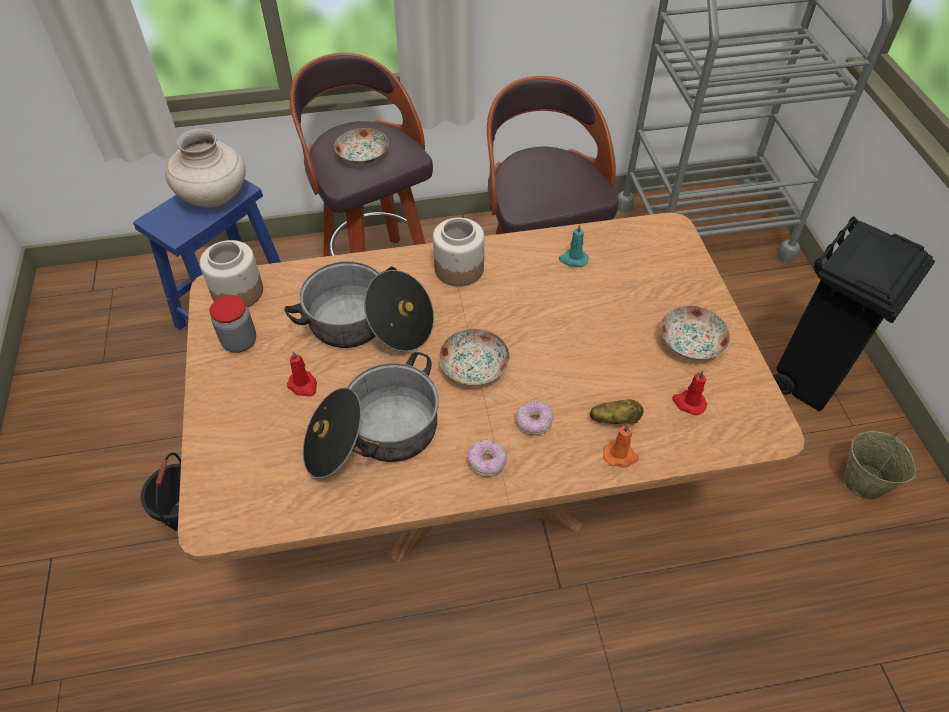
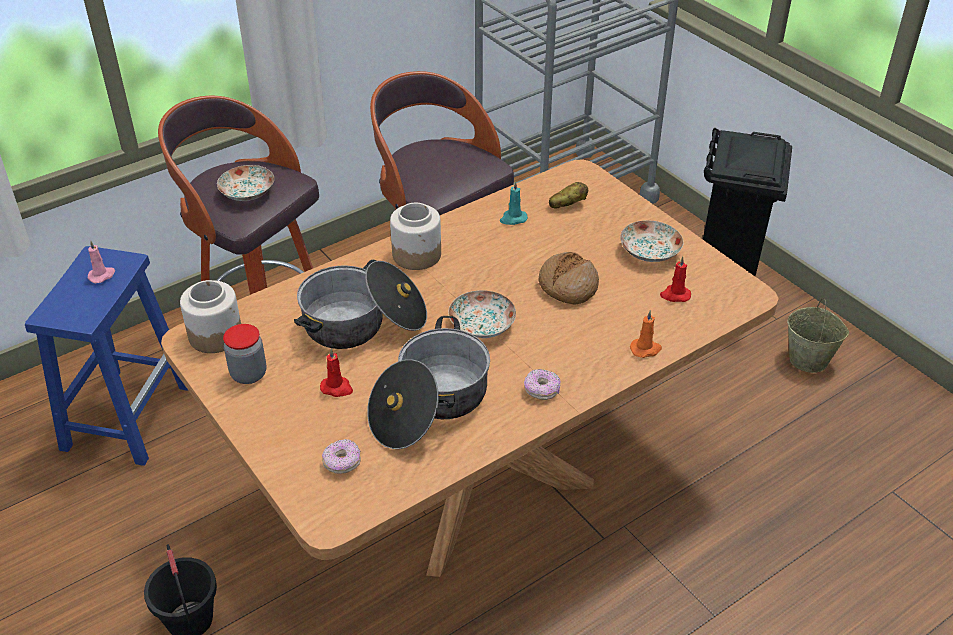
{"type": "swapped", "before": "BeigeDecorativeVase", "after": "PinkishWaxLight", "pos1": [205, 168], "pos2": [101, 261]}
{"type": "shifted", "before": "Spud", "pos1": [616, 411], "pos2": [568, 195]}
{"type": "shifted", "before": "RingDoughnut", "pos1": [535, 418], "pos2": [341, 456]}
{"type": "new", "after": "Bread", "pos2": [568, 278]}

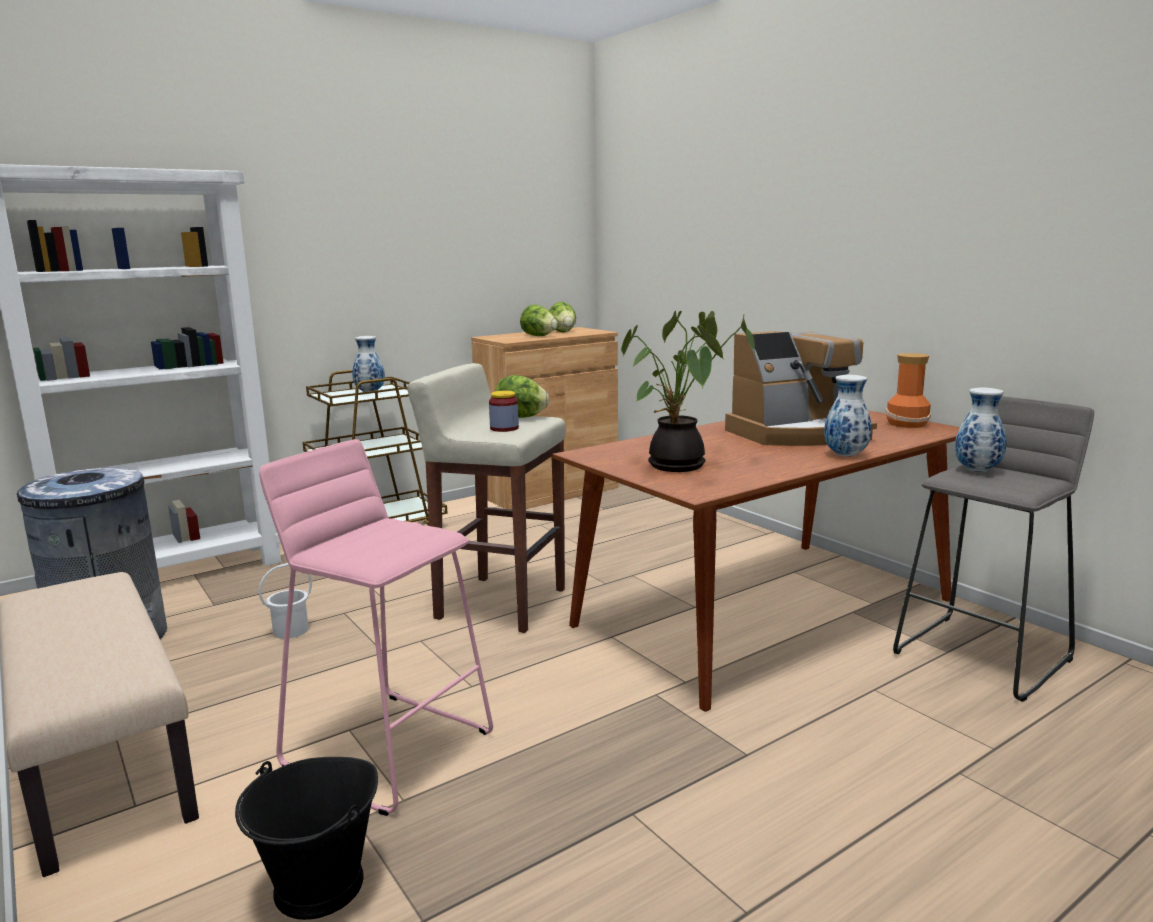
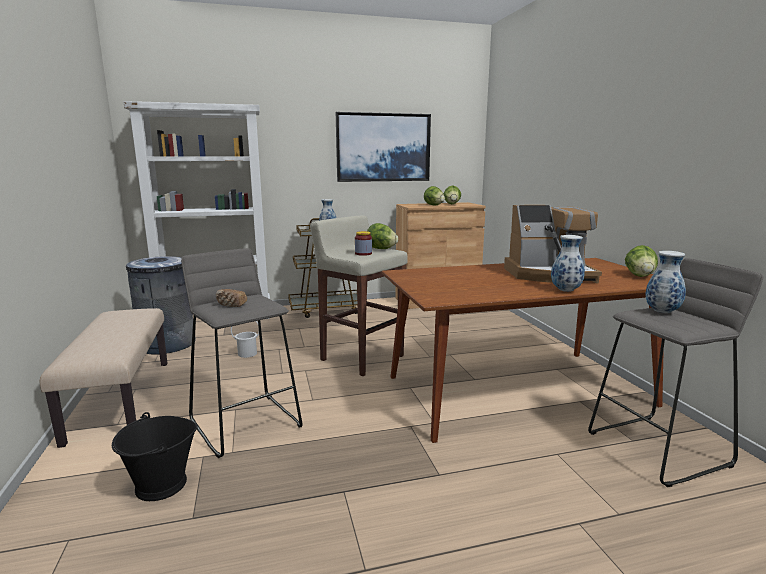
{"type": "gone", "before": "PlantInAPot", "pos1": [688, 391]}
{"type": "swapped", "before": "DecorativeVase", "after": "HeadOfLettuce", "pos1": [908, 390], "pos2": [641, 261]}
{"type": "repainted", "before": "PinkishSittingStool", "after": "GraySittingStool", "pos1": [376, 627], "pos2": [241, 353]}
{"type": "new", "after": "WallArt", "pos2": [383, 147]}
{"type": "new", "after": "Bread", "pos2": [231, 298]}

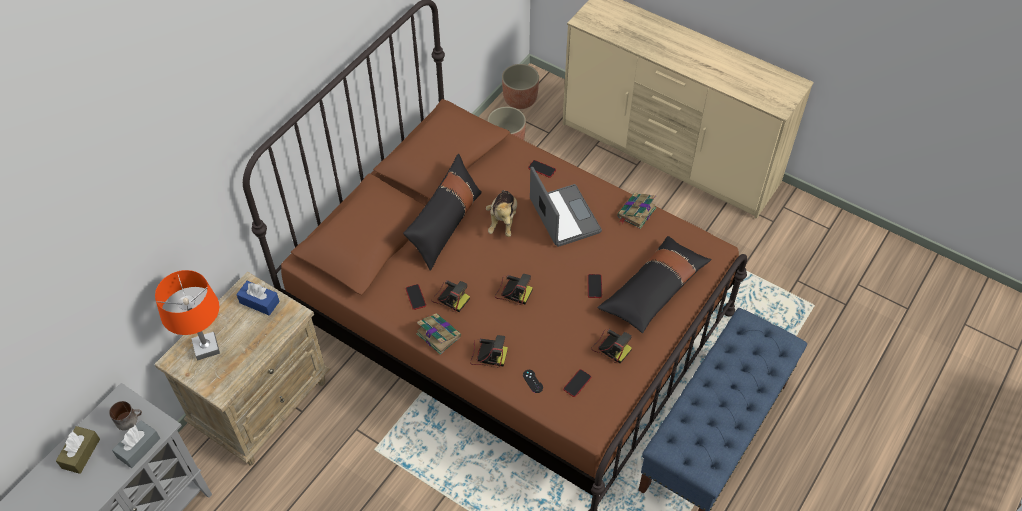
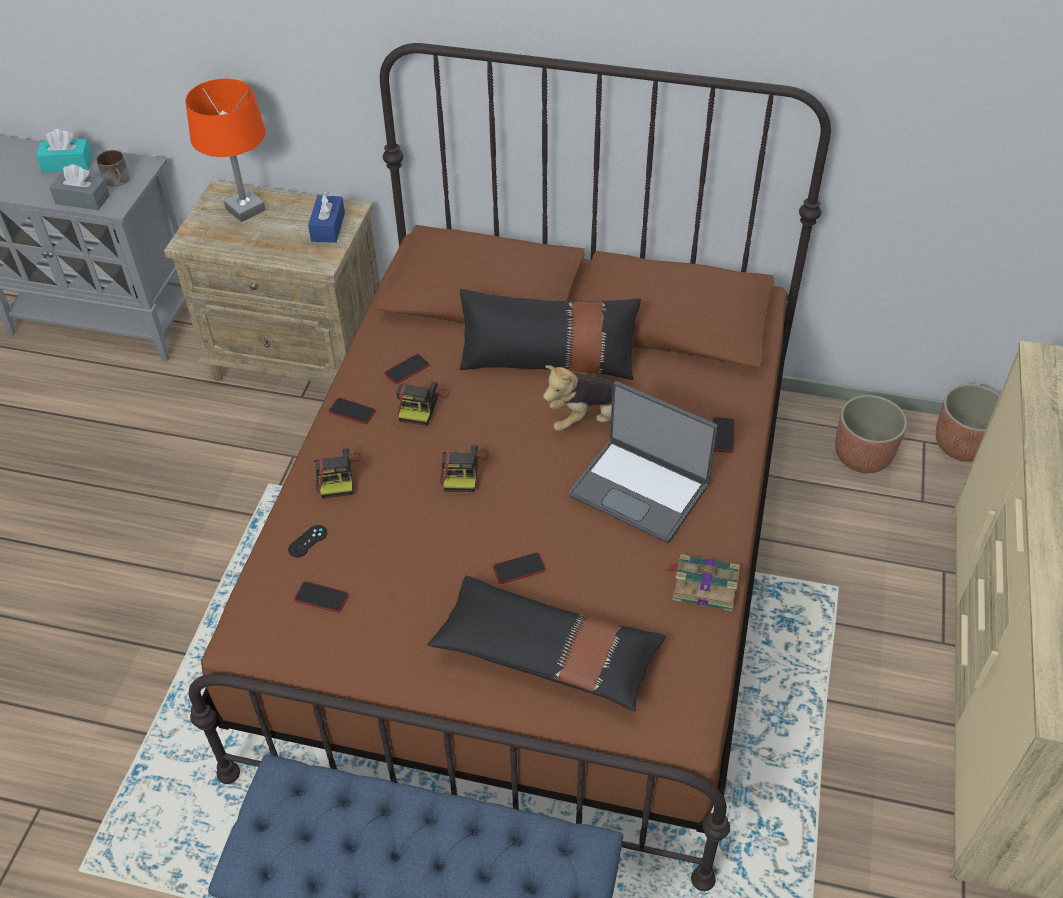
{"type": "rotated", "before": "NotebookComputer", "pos1": [566, 207], "pos2": [643, 462], "turn": 75}
{"type": "swapped", "before": "Book", "after": "Phone", "pos1": [438, 334], "pos2": [352, 411]}
{"type": "gone", "before": "PhotoCamera", "pos1": [611, 346]}
{"type": "repainted", "before": "BrownishTissueHolder", "after": "BlueGreenTissueHolder", "pos1": [78, 450], "pos2": [64, 150]}

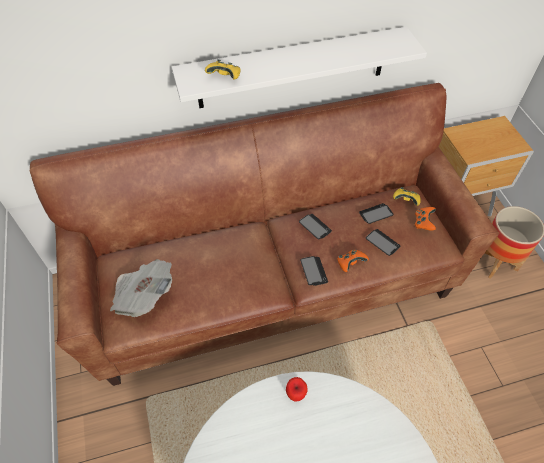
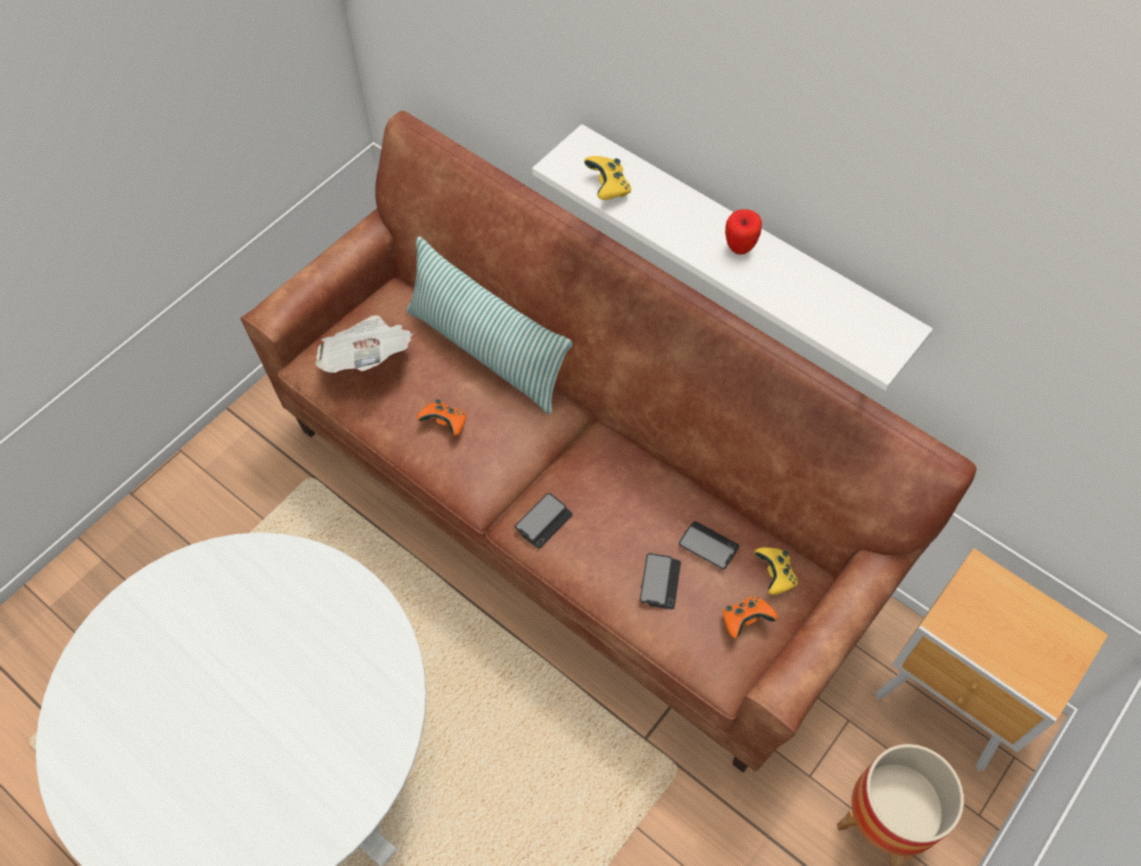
{"type": "gone", "before": "Phone", "pos1": [315, 226]}
{"type": "shifted", "before": "OrangeColouredGameController", "pos1": [353, 261], "pos2": [441, 417]}
{"type": "shifted", "before": "WholeApple", "pos1": [296, 389], "pos2": [743, 232]}
{"type": "new", "after": "Cushion", "pos2": [489, 325]}

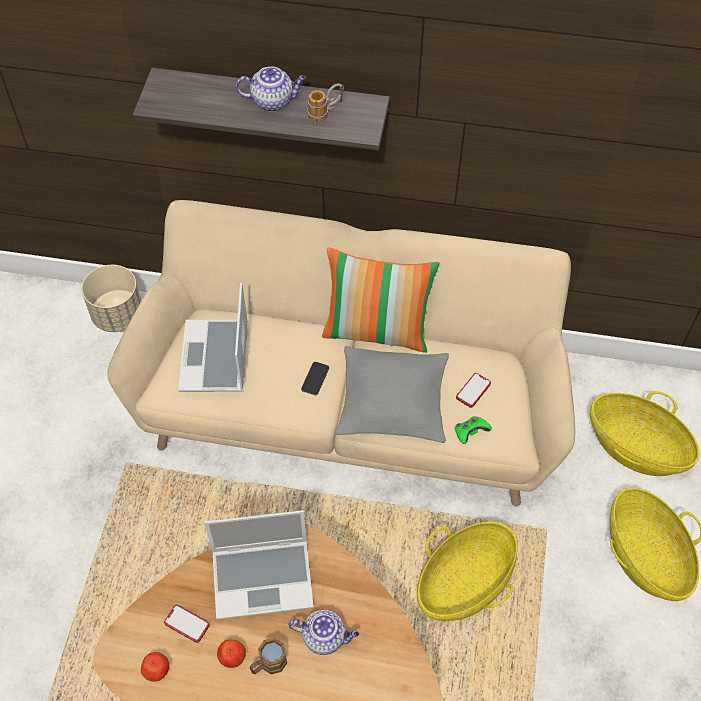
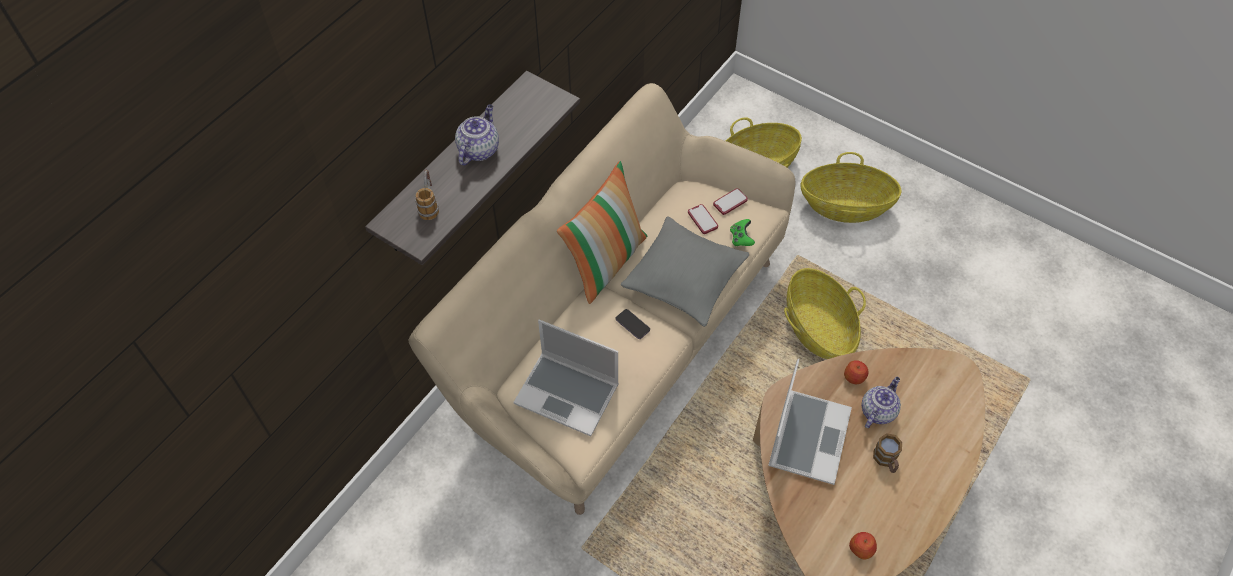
{"type": "shifted", "before": "CoffeeMug", "pos1": [325, 103], "pos2": [427, 194]}
{"type": "gone", "before": "BeigePlantPot", "pos1": [112, 298]}
{"type": "shifted", "before": "Phone", "pos1": [187, 624], "pos2": [730, 201]}
{"type": "shifted", "before": "WholeApple", "pos1": [231, 654], "pos2": [856, 372]}

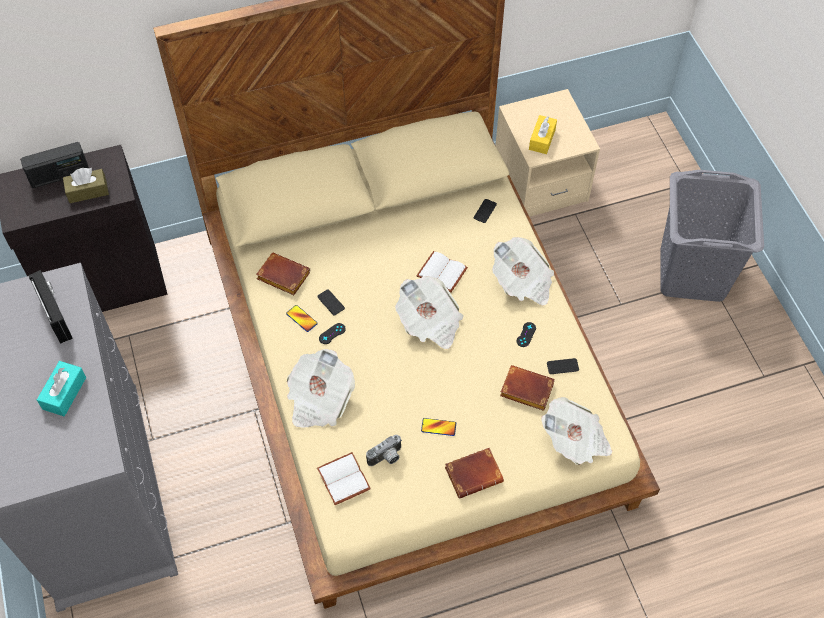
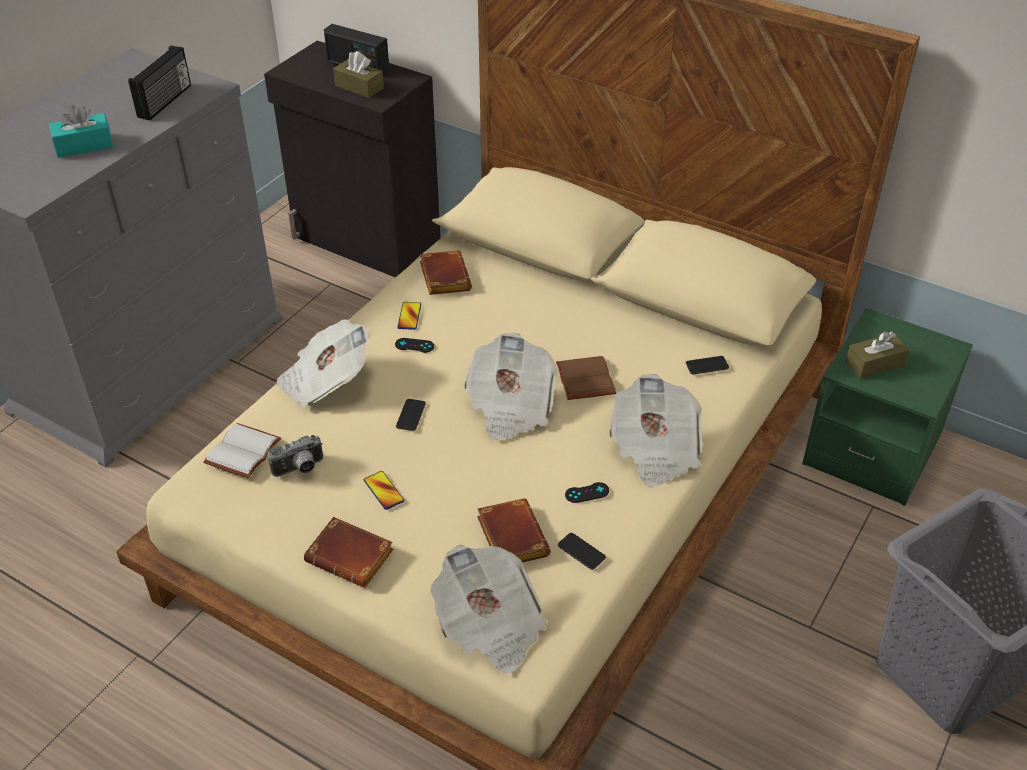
{"type": "repainted", "before": "BeigeNightstand", "after": "GreenishNightstand", "pos1": [547, 153], "pos2": [887, 407]}
{"type": "repainted", "before": "YellowishTissueHolder", "after": "BrownishTissueHolder", "pos1": [543, 134], "pos2": [877, 355]}
{"type": "repainted", "before": "WhiteBook", "after": "BrownishBook", "pos1": [442, 272], "pos2": [586, 378]}
{"type": "shifted", "before": "Phone", "pos1": [331, 302], "pos2": [411, 415]}
{"type": "rotated", "before": "PhotoCamera", "pos1": [384, 450], "pos2": [295, 456], "turn": -45}

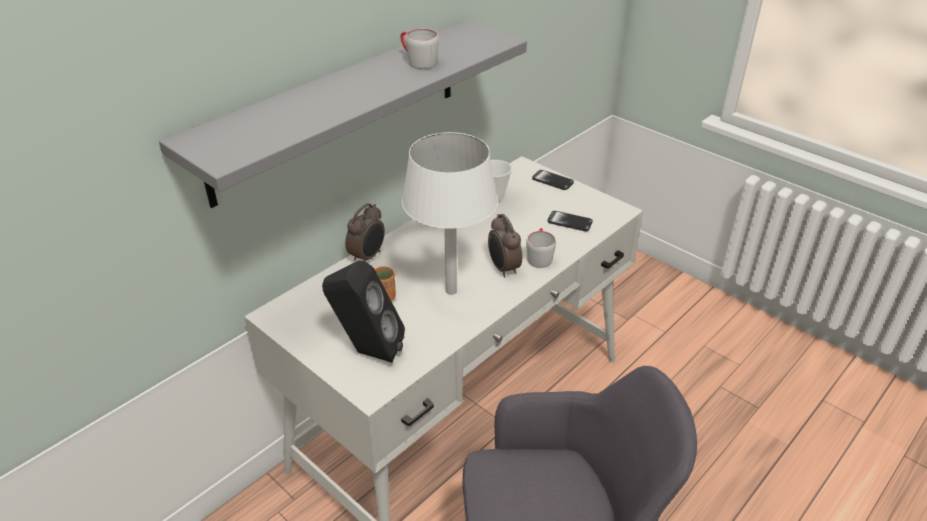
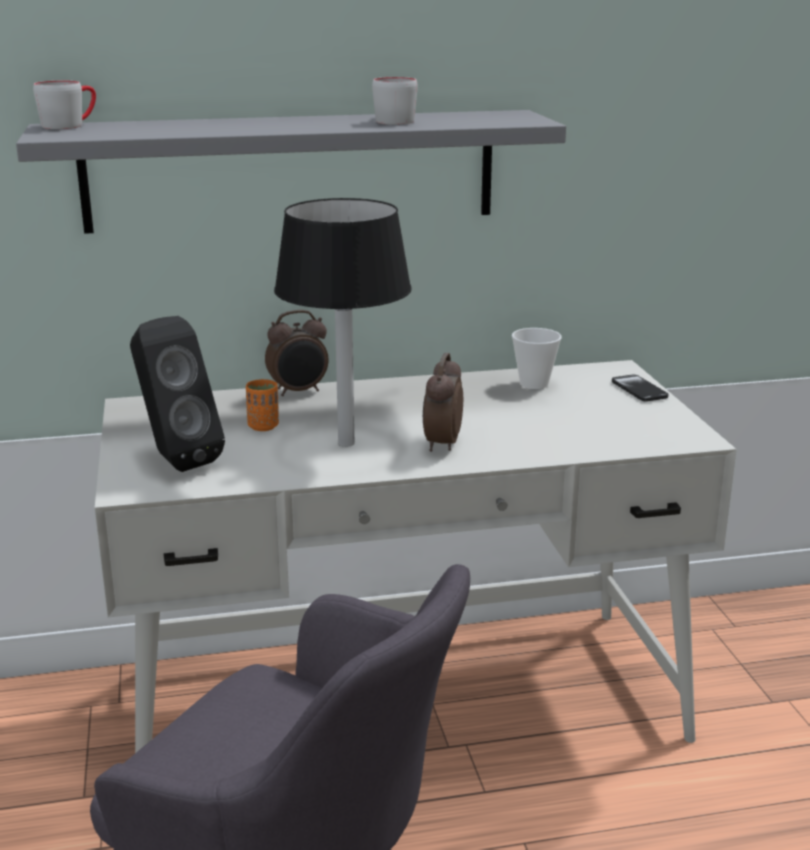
{"type": "repainted", "before": "WhiteLampForATable", "after": "BlackishLampForATable", "pos1": [450, 213], "pos2": [343, 322]}
{"type": "gone", "before": "Phone", "pos1": [570, 221]}
{"type": "shifted", "before": "GrayCoffeeMug", "pos1": [541, 248], "pos2": [64, 105]}

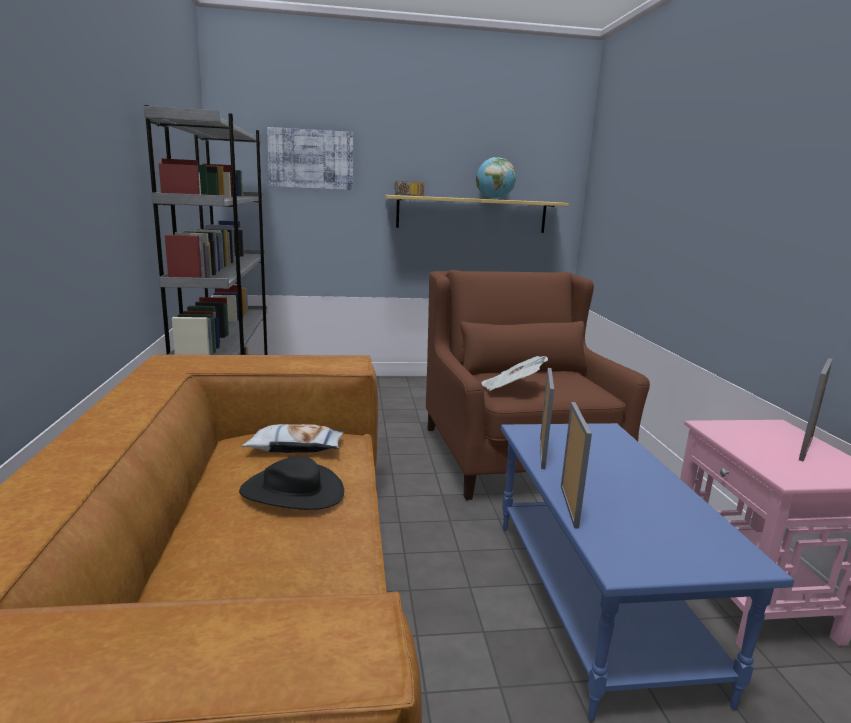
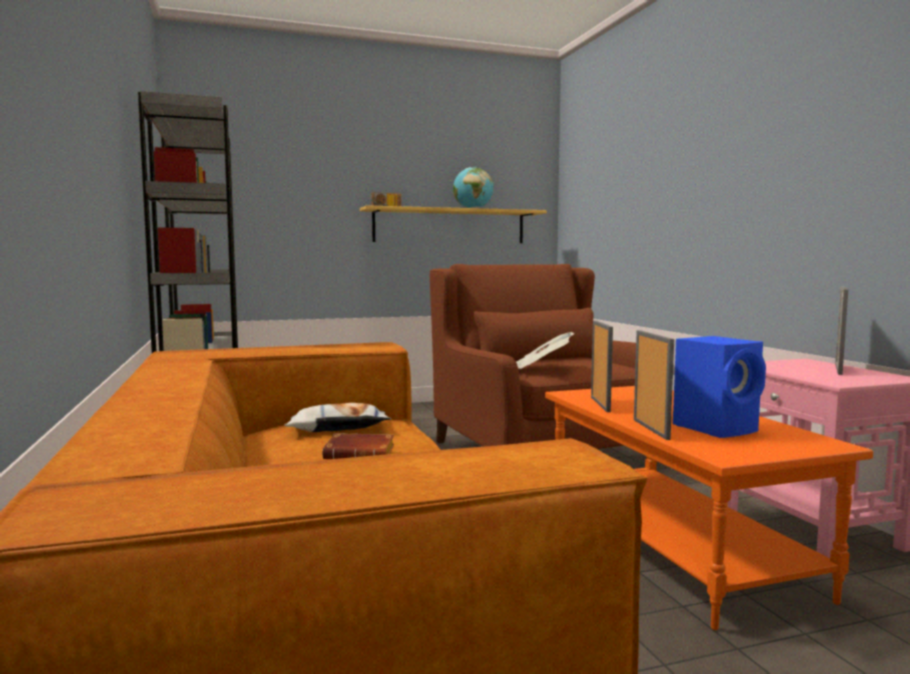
{"type": "gone", "before": "WallArt", "pos1": [310, 158]}
{"type": "repainted", "before": "BlueLowTable", "after": "OrangeColouredLowTable", "pos1": [647, 572], "pos2": [709, 508]}
{"type": "swapped", "before": "BlackishWearableHat", "after": "BrownishBook", "pos1": [291, 483], "pos2": [358, 446]}
{"type": "new", "after": "BlueSpeaker", "pos2": [719, 387]}

